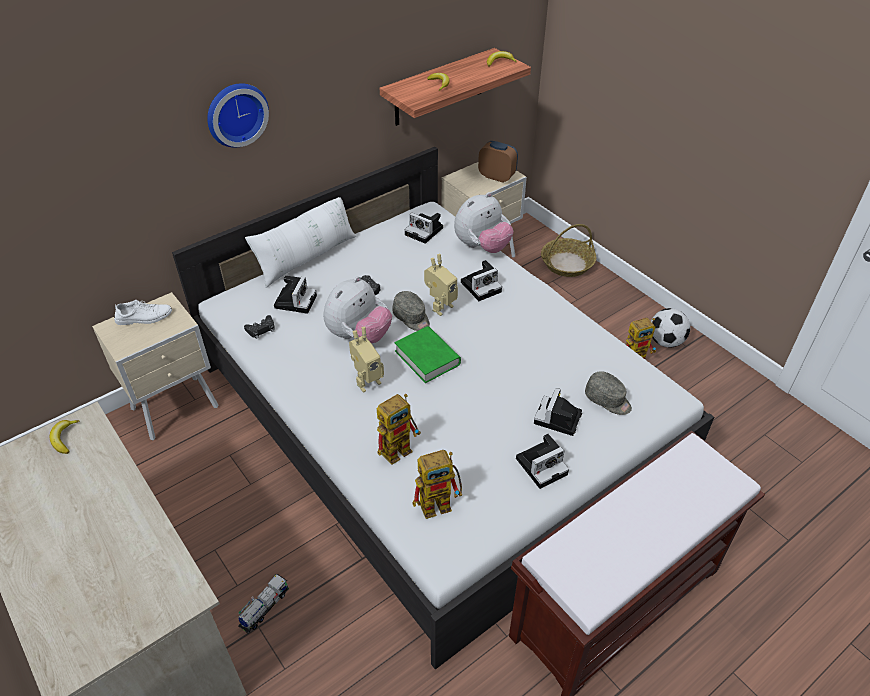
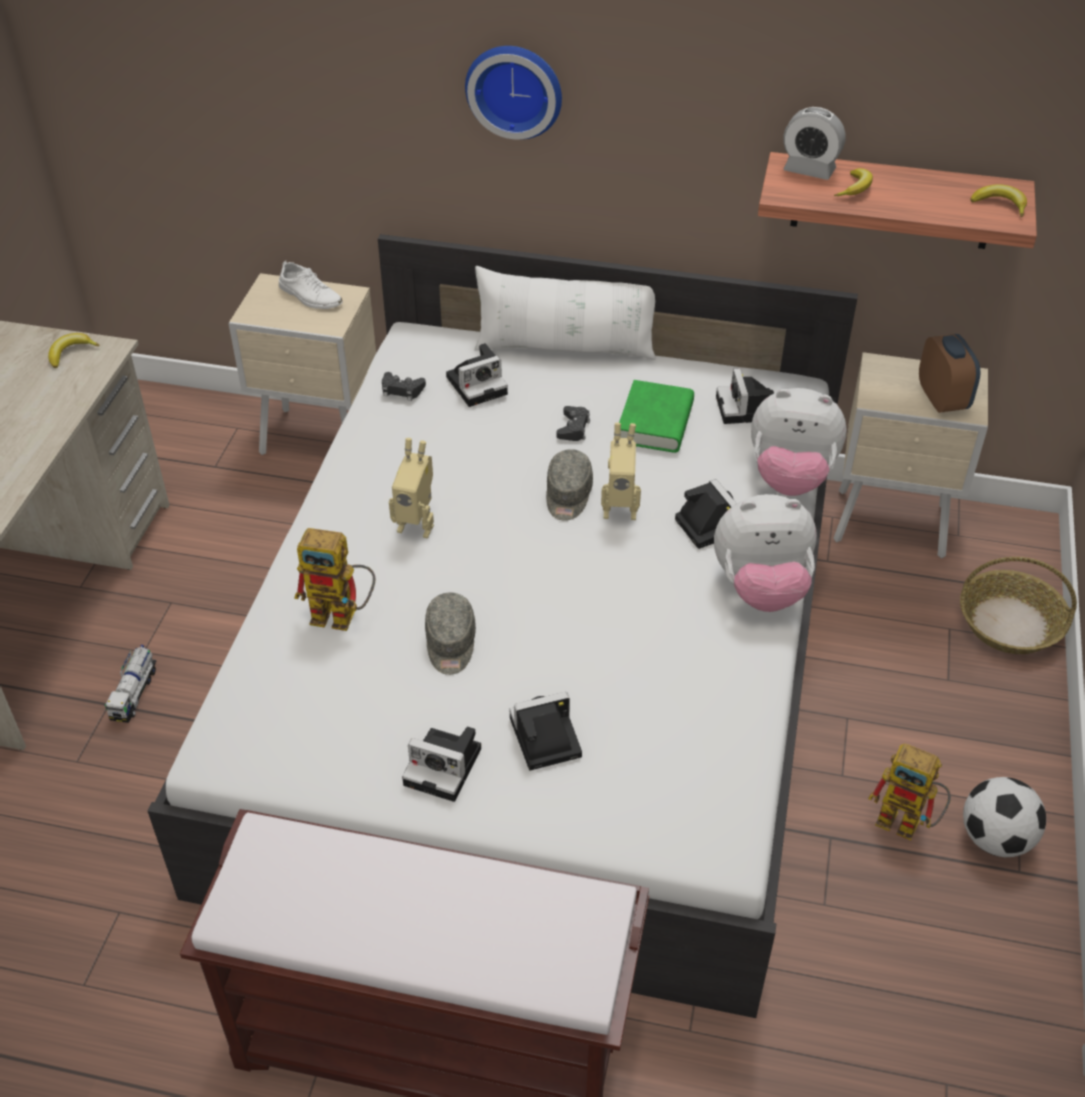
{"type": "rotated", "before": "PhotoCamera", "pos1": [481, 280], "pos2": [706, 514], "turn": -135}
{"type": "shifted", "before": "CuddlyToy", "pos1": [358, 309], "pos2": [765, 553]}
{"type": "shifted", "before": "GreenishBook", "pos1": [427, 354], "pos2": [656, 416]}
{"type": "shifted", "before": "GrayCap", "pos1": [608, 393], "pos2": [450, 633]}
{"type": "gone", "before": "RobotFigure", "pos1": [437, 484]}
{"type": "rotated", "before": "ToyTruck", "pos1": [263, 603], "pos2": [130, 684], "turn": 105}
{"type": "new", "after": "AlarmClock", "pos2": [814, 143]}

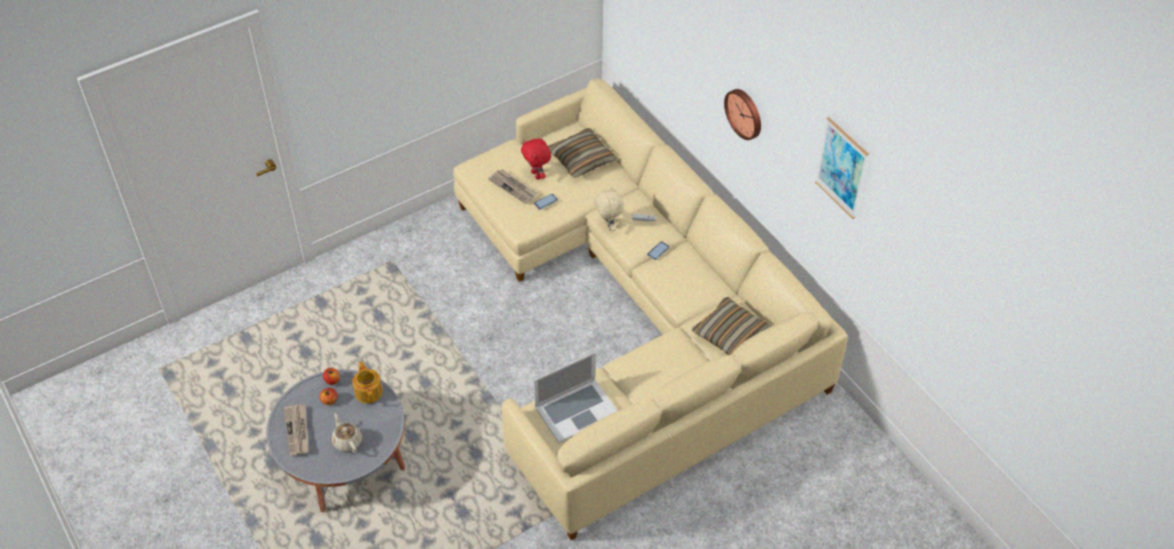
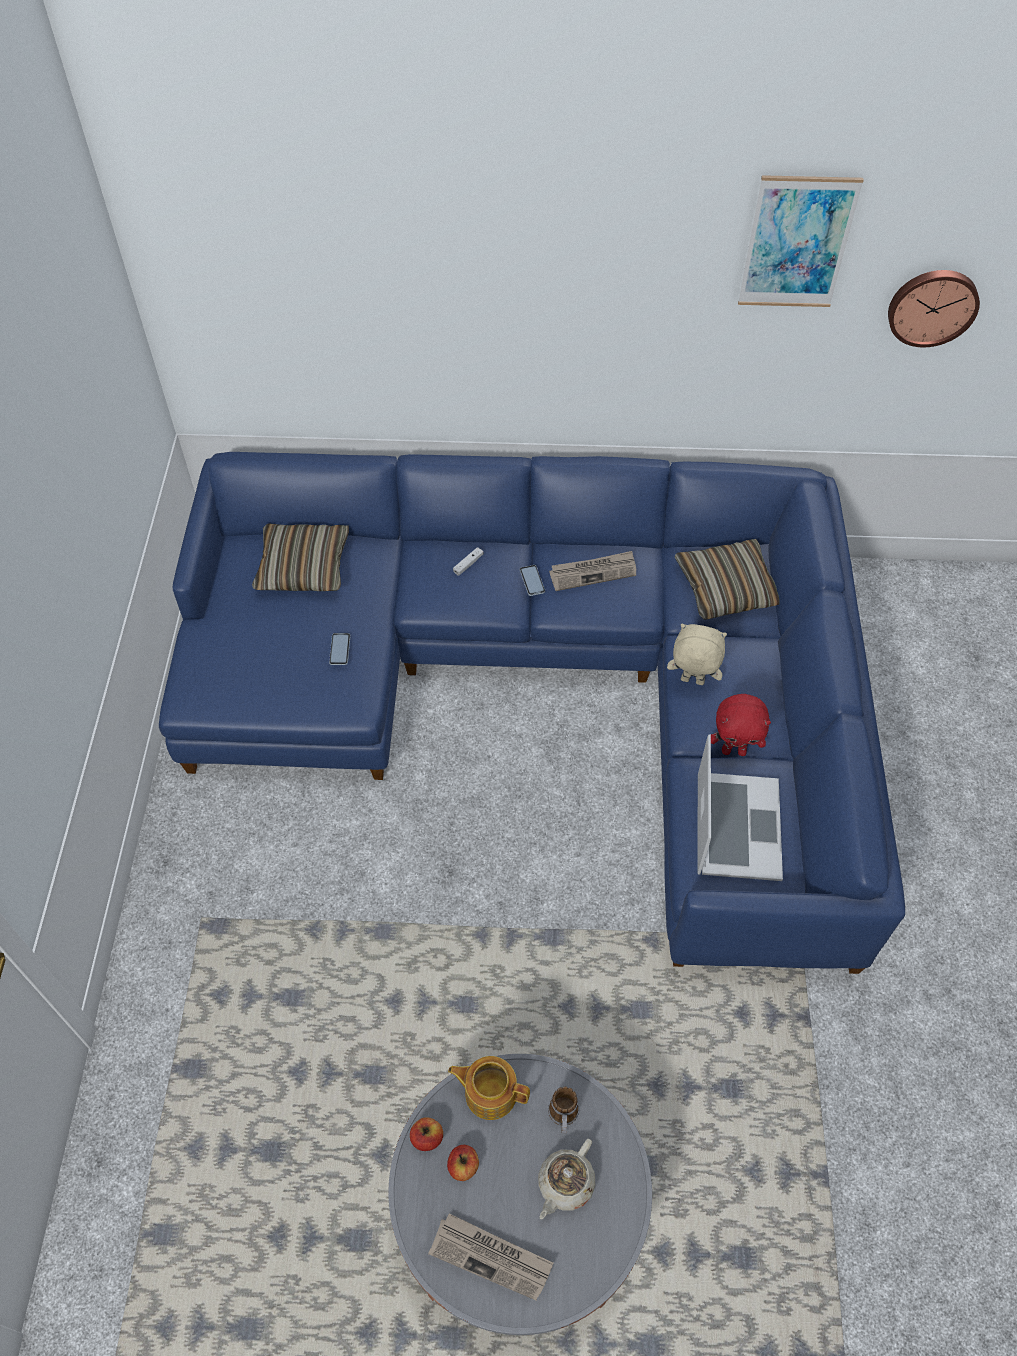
{"type": "repainted", "before": "BeigeSettee", "after": "BlueSettee", "pos1": [650, 309], "pos2": [532, 713]}
{"type": "shifted", "before": "WallClock", "pos1": [742, 114], "pos2": [934, 308]}
{"type": "shifted", "before": "RedCuddlyToy", "pos1": [536, 159], "pos2": [741, 725]}
{"type": "shifted", "before": "DailyPaper", "pos1": [513, 186], "pos2": [592, 571]}
{"type": "shifted", "before": "BeigeCuddlyToy", "pos1": [609, 208], "pos2": [697, 654]}
{"type": "rotated", "before": "BeigePotForTea", "pos1": [347, 433], "pos2": [566, 1179], "turn": -60}
{"type": "new", "after": "CoffeeMug", "pos2": [563, 1110]}

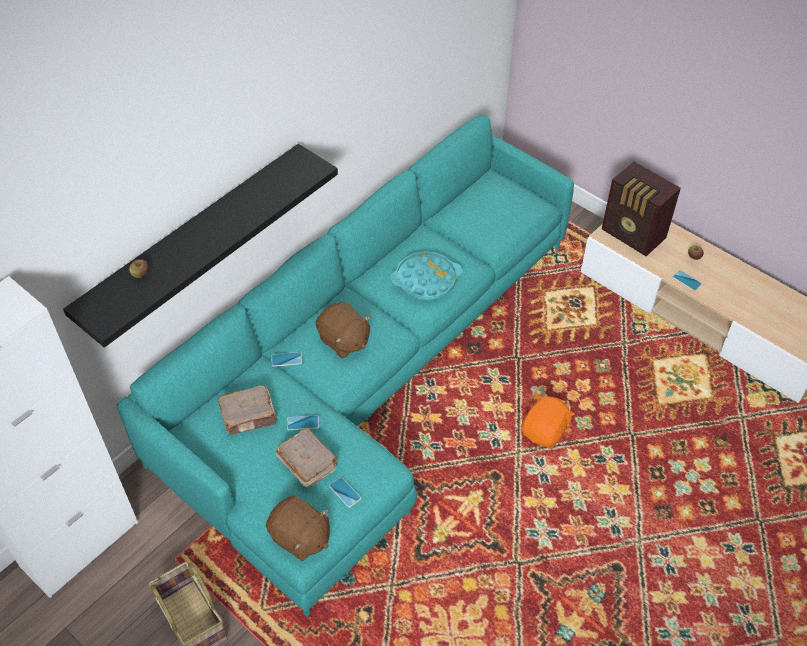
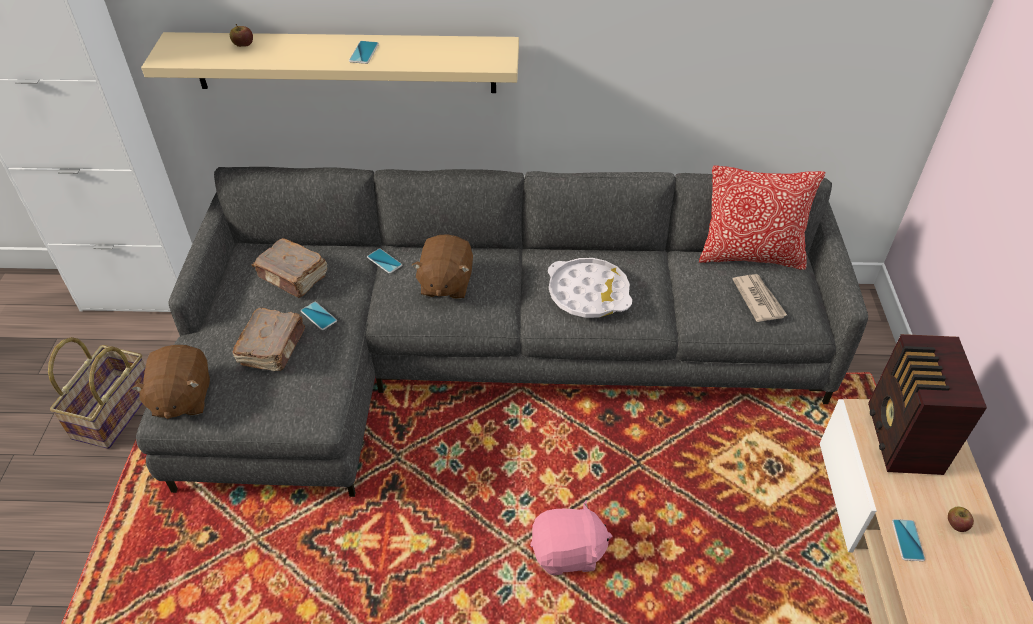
{"type": "repainted", "before": "BlueGreenSettee", "after": "GraySettee", "pos1": [345, 366], "pos2": [502, 332]}
{"type": "repainted", "before": "BlackishBracketShelf", "after": "BeigeBracketShelf", "pos1": [200, 246], "pos2": [330, 62]}
{"type": "repainted", "before": "BlueGreenCarryingTray", "after": "WhiteCarryingTray", "pos1": [426, 275], "pos2": [590, 288]}
{"type": "repainted", "before": "OrangeColouredCuddlyToy", "after": "PinkishCuddlyToy", "pos1": [548, 421], "pos2": [571, 537]}
{"type": "shifted", "before": "Phone", "pos1": [345, 492], "pos2": [364, 52]}
{"type": "new", "after": "Cushion", "pos2": [762, 218]}
{"type": "new", "after": "DailyPaper", "pos2": [760, 298]}

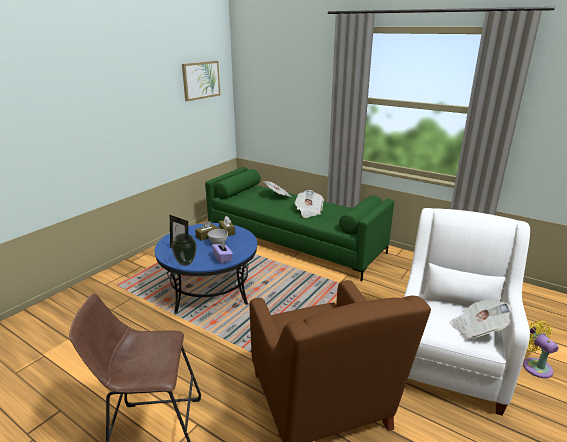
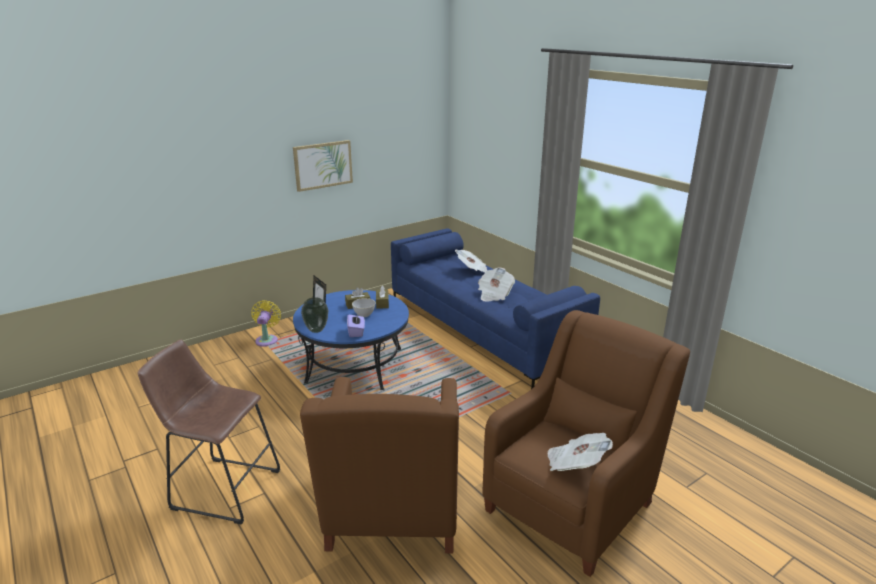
{"type": "shifted", "before": "WallArt", "pos1": [201, 81], "pos2": [323, 166]}
{"type": "repainted", "before": "GreenishSettee", "after": "BlueSettee", "pos1": [299, 224], "pos2": [495, 308]}
{"type": "repainted", "before": "WhiteEasyChair", "after": "BrownishEasyChair", "pos1": [467, 312], "pos2": [586, 443]}
{"type": "shifted", "before": "YellowishElectricFan", "pos1": [541, 349], "pos2": [266, 323]}

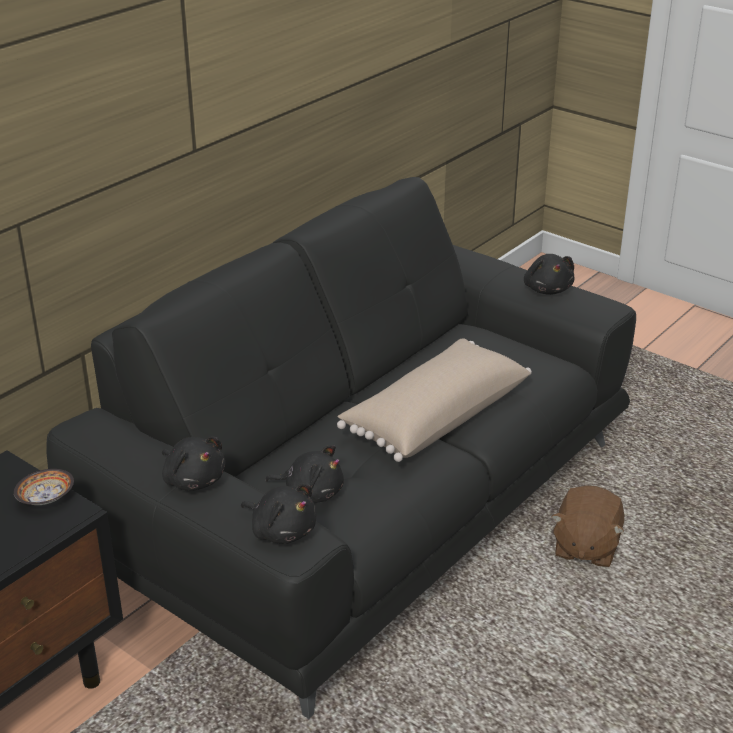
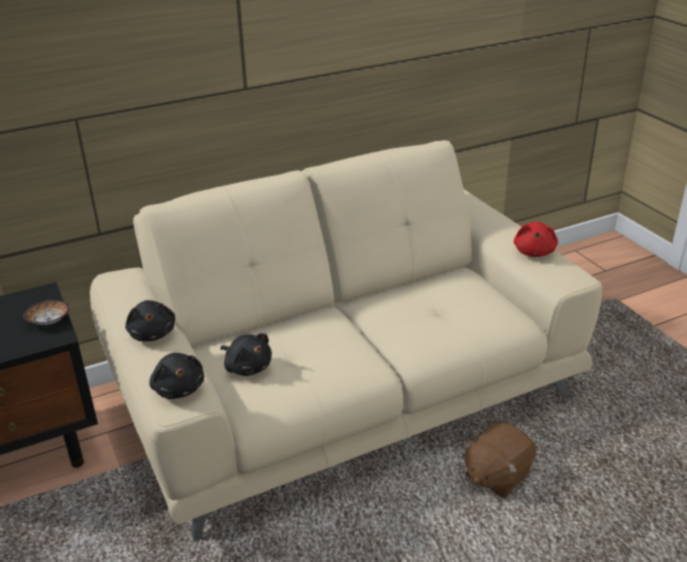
{"type": "repainted", "before": "BlackishSettee", "after": "BeigeSettee", "pos1": [341, 448], "pos2": [346, 340]}
{"type": "repainted", "before": "BlackishCuddlyToy", "after": "RedCuddlyToy", "pos1": [549, 274], "pos2": [536, 239]}
{"type": "gone", "before": "BeigeCushion", "pos1": [434, 400]}

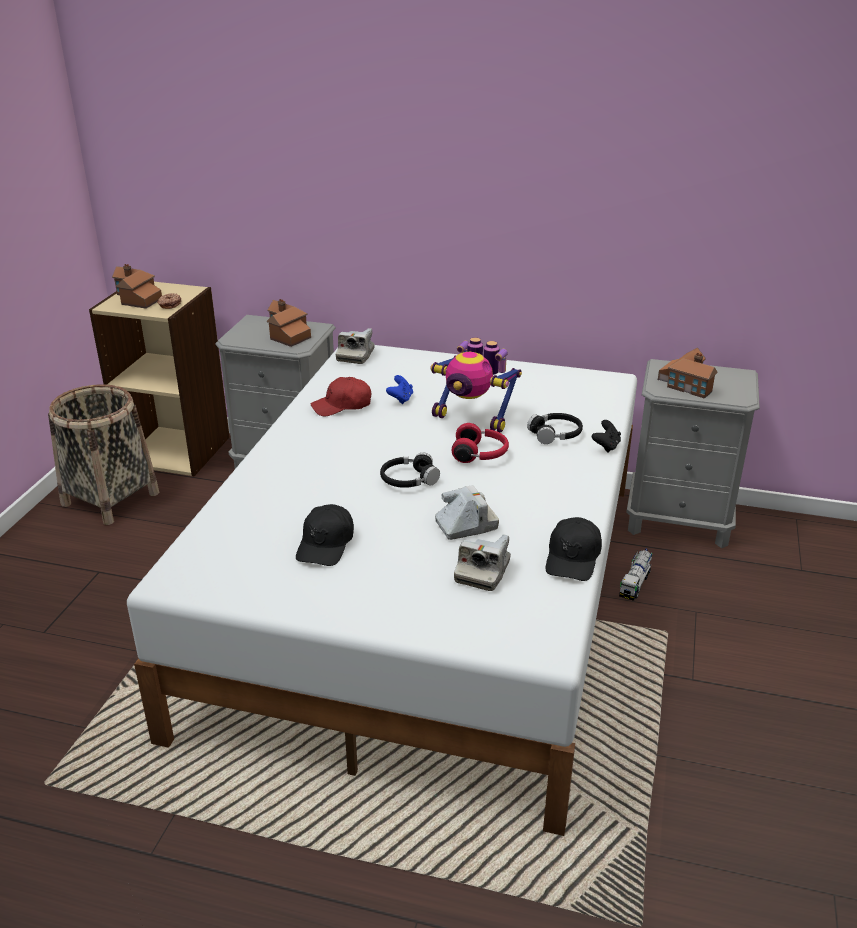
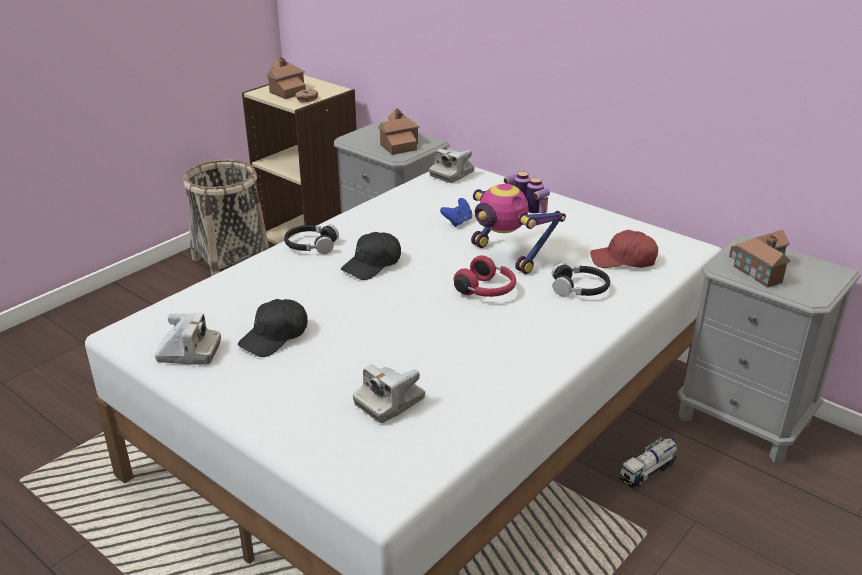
{"type": "shifted", "before": "RedCap", "pos1": [341, 396], "pos2": [624, 249]}
{"type": "gone", "before": "BlackishGameController", "pos1": [606, 436]}
{"type": "shifted", "before": "BlackishHeadset", "pos1": [410, 470], "pos2": [311, 239]}
{"type": "shifted", "before": "PhotoCamera", "pos1": [467, 512], "pos2": [187, 338]}
{"type": "shifted", "before": "BlackishCap", "pos1": [574, 549], "pos2": [371, 256]}

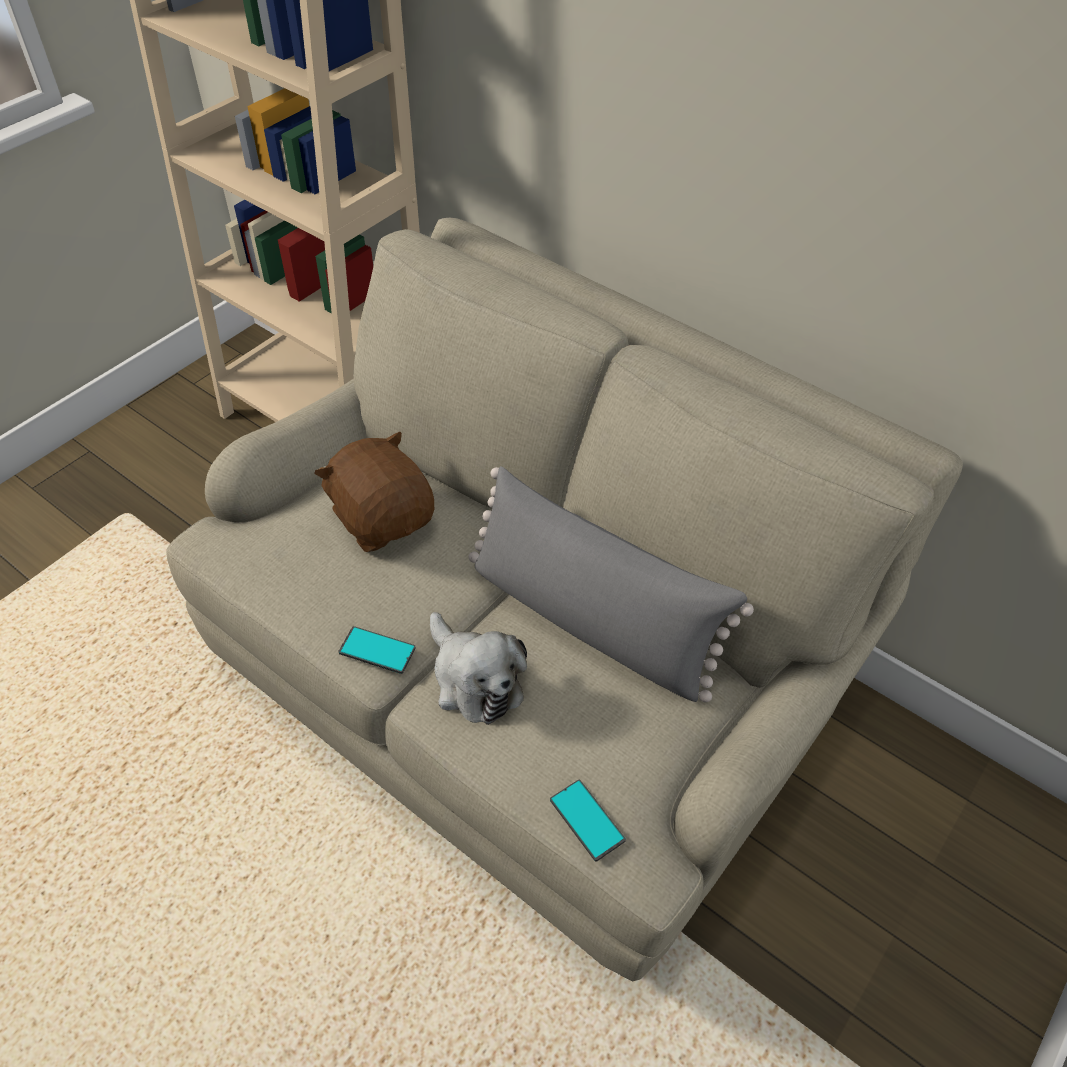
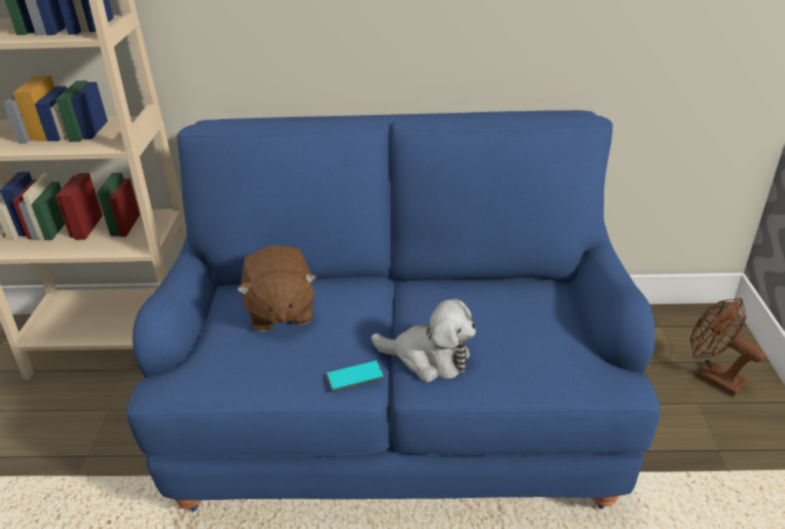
{"type": "repainted", "before": "BeigeSettee", "after": "BlueSettee", "pos1": [564, 600], "pos2": [393, 310]}
{"type": "rotated", "before": "BrownishCuddlyToy", "pos1": [374, 491], "pos2": [277, 289], "turn": -120}
{"type": "gone", "before": "GrayCushion", "pos1": [611, 584]}
{"type": "gone", "before": "Phone", "pos1": [588, 821]}
{"type": "new", "after": "BrownishElectricFan", "pos2": [728, 347]}

